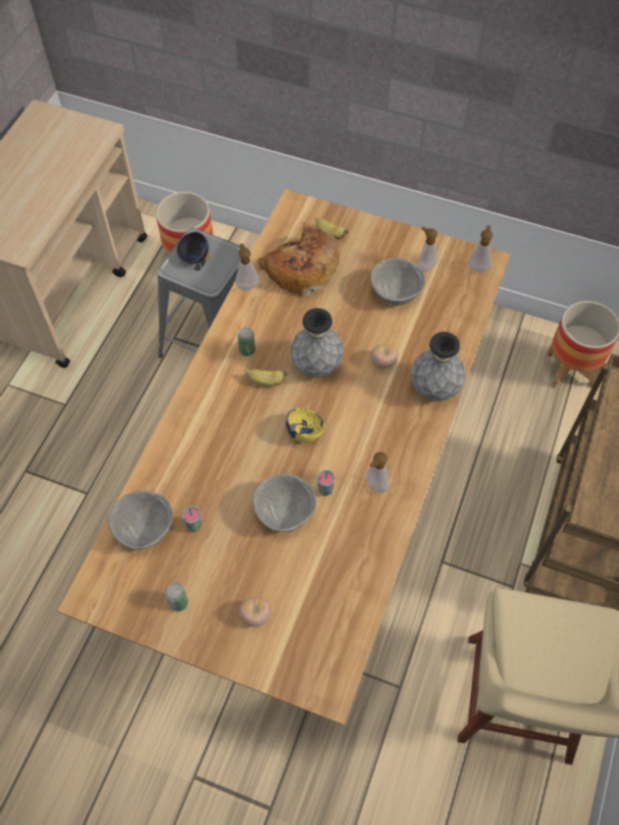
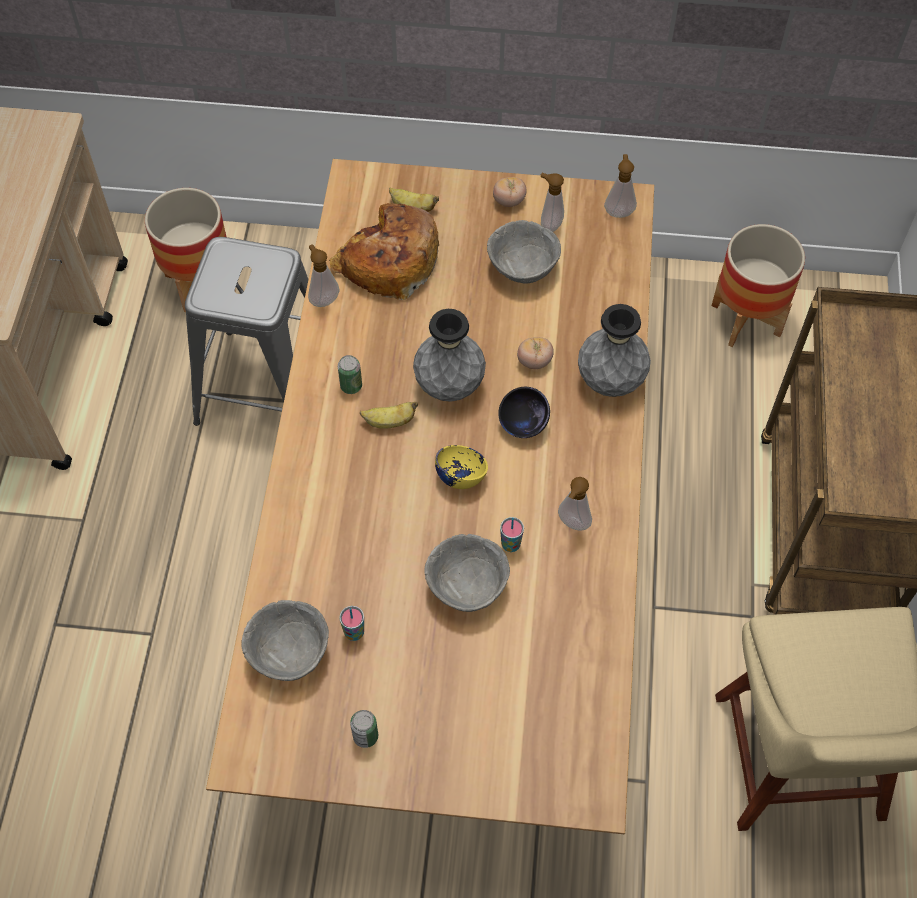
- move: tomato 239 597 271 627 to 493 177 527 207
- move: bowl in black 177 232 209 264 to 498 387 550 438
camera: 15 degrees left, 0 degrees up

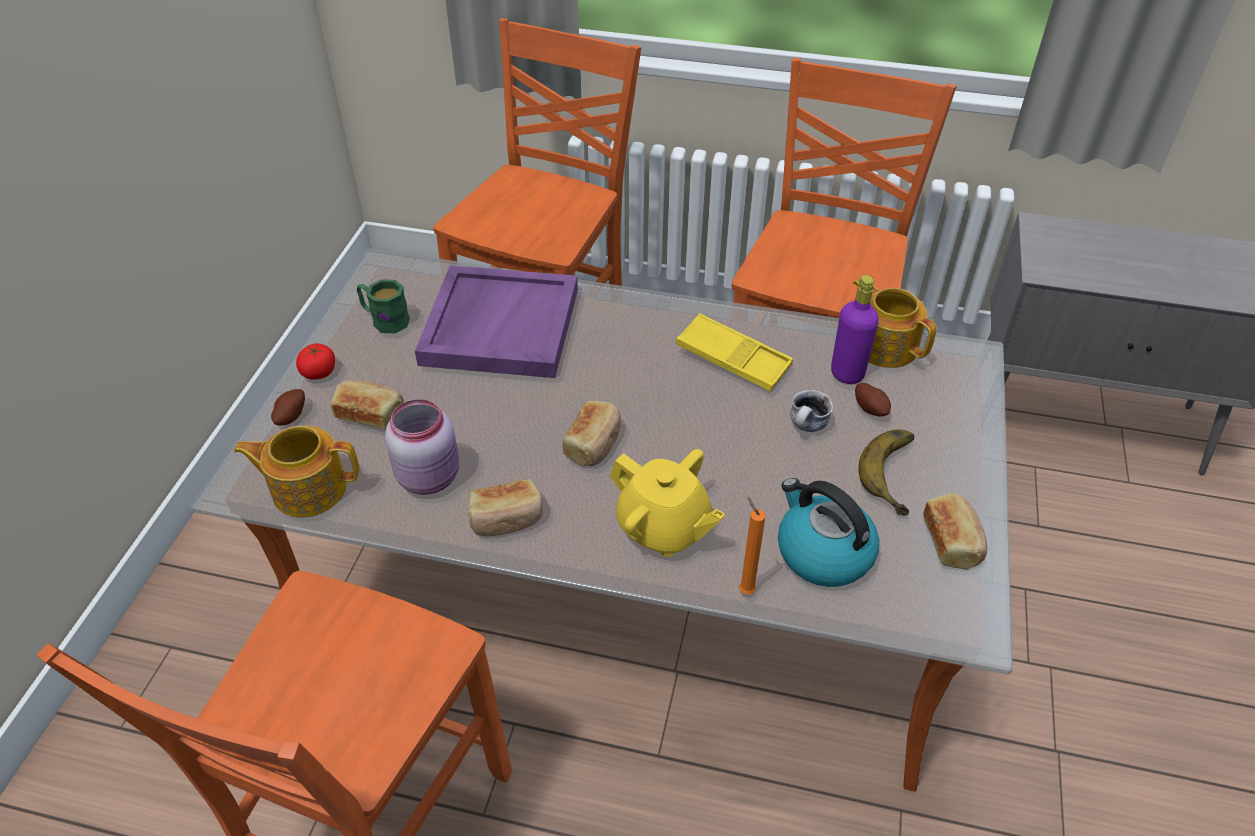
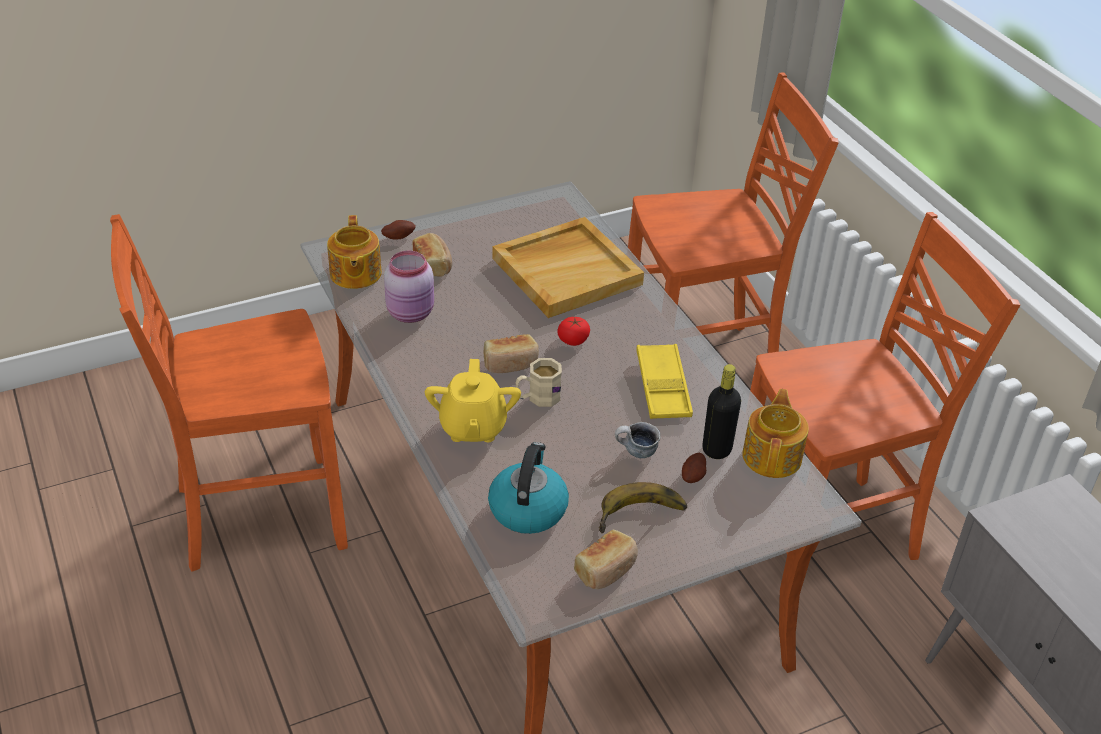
- rotate: teapot 234 426 359 517 = 327 215 382 289 150 degrees counterclockwise
- recolor: tray in purple 415 265 578 378 to tray in beige 493 217 644 318
- insert: mug in beige 516 358 562 407
- move: tomato 296 343 335 380 to 557 317 590 346
- recolor: bottle in purple 831 275 879 384 to bottle in black 702 364 741 459
- delete: mug in green 357 279 410 333
- delete: bread 468 479 543 536
- delete: candle in orange 739 497 765 595
camera: 50 degrees right, 5 degrees down

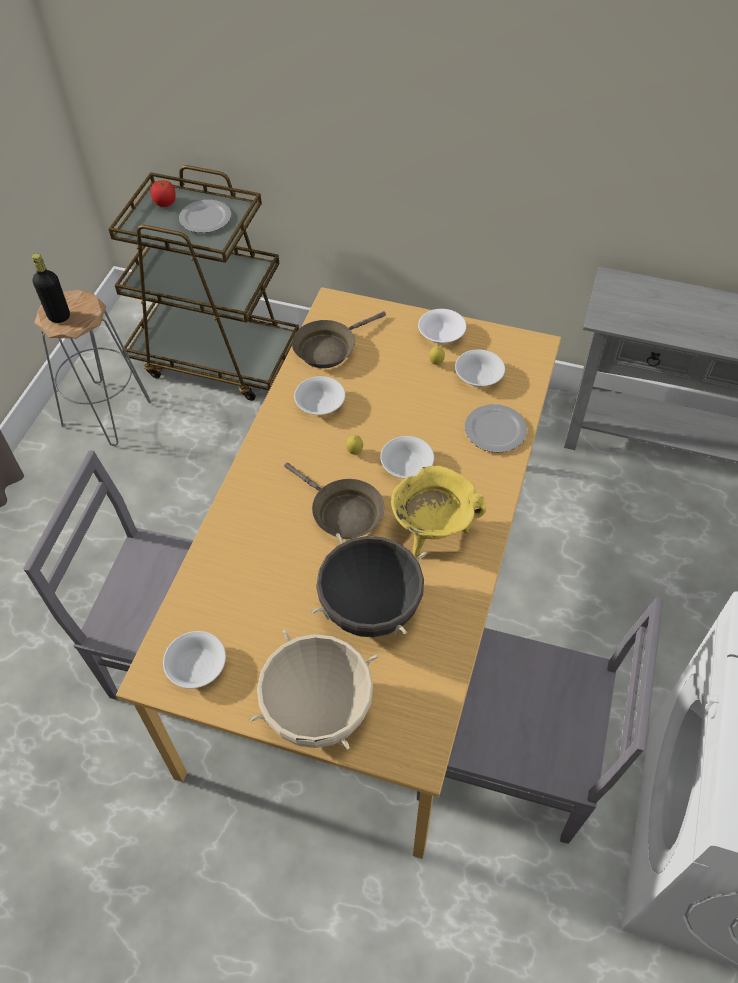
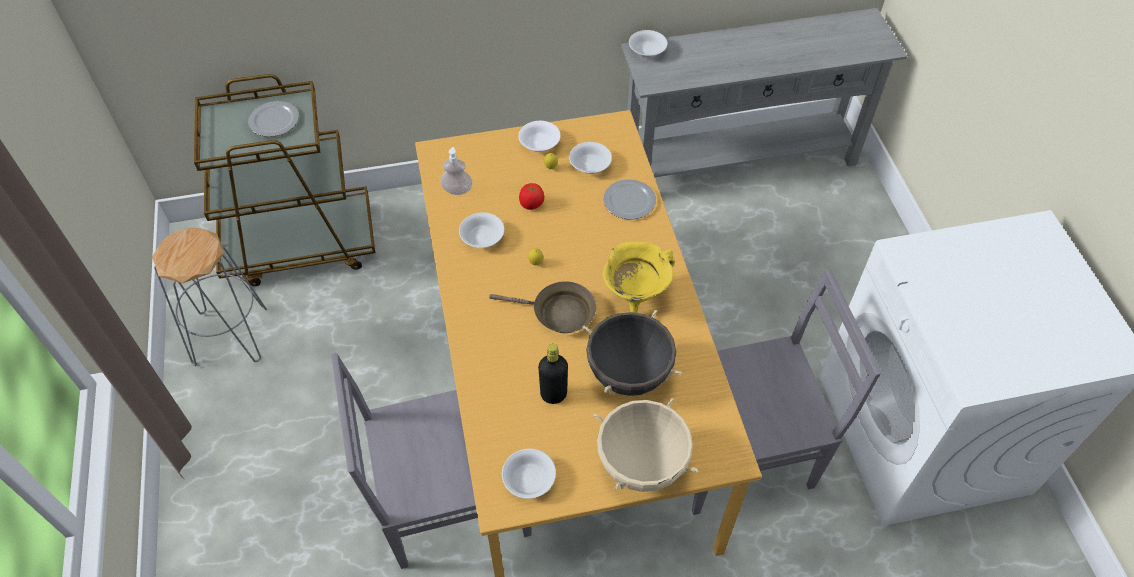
- replace: frying pan in brown 292 311 386 368 to soap dispenser 441 147 472 195
- move: tomato 151 180 176 207 to 519 183 544 210
- move: bottle in black 32 253 70 323 to 538 344 568 404
- move: bowl in white 380 436 434 479 to 629 30 667 58
camera: 30 degrees left, 0 degrees up

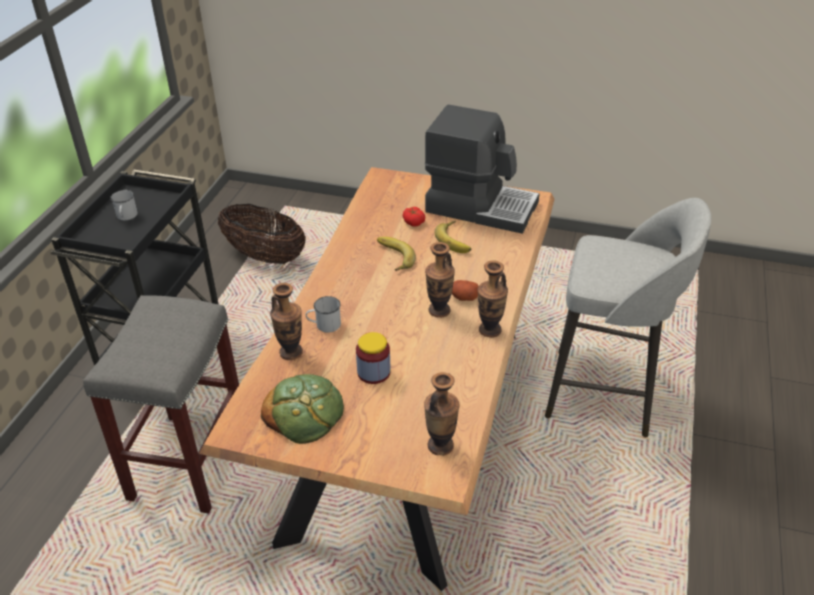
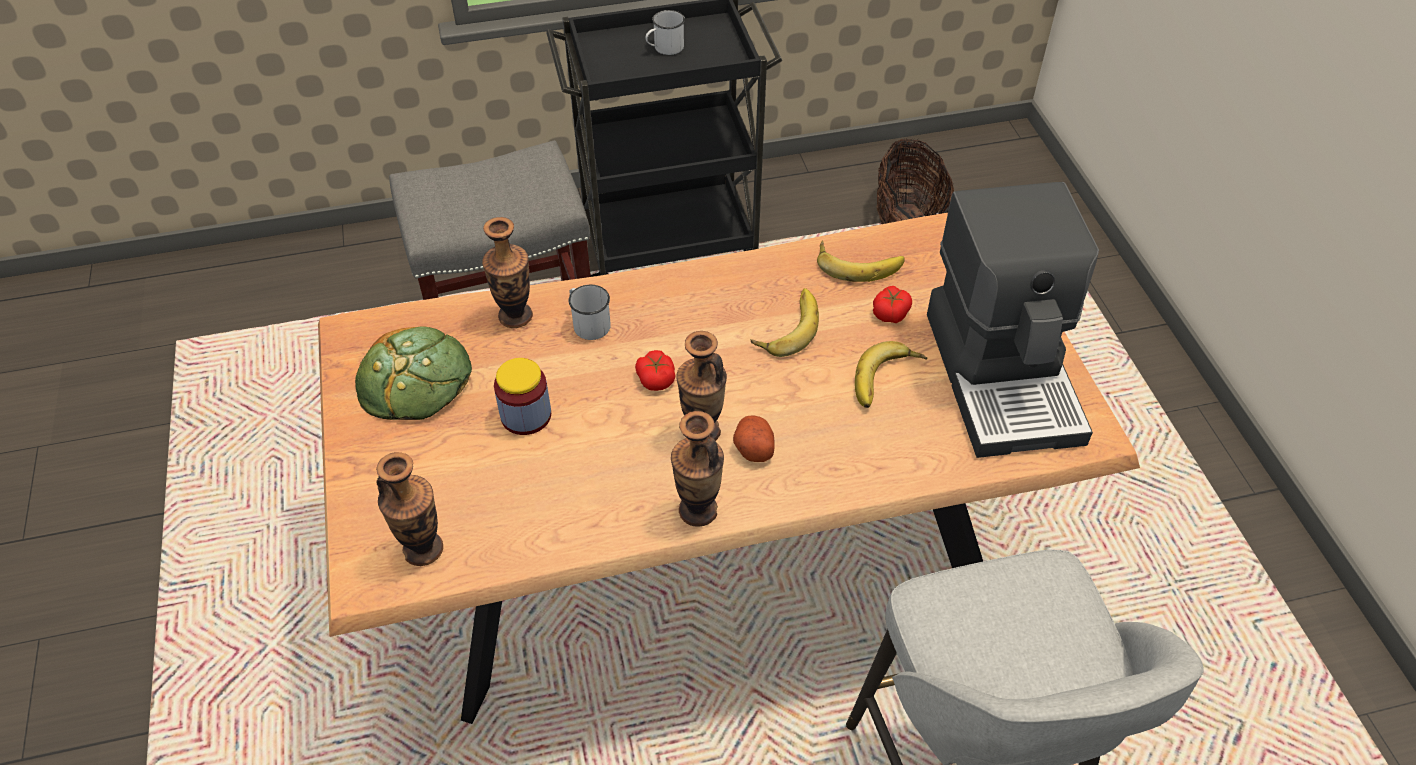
- insert: tomato 635 350 675 391
- insert: banana 817 240 905 282
camera: 60 degrees right, 10 degrees up

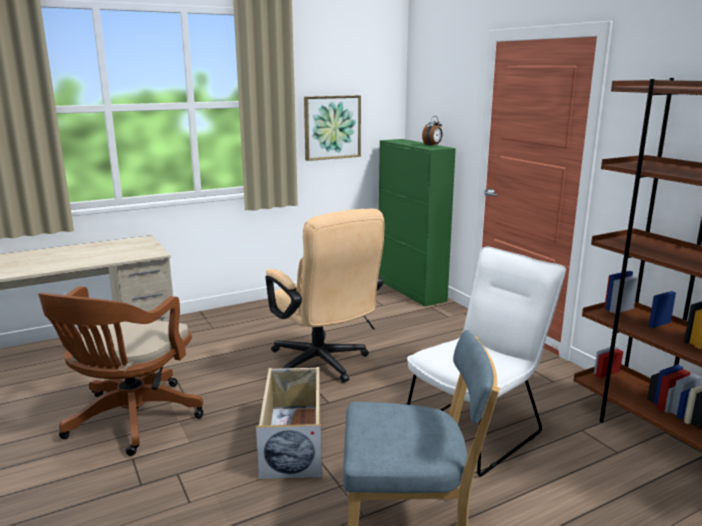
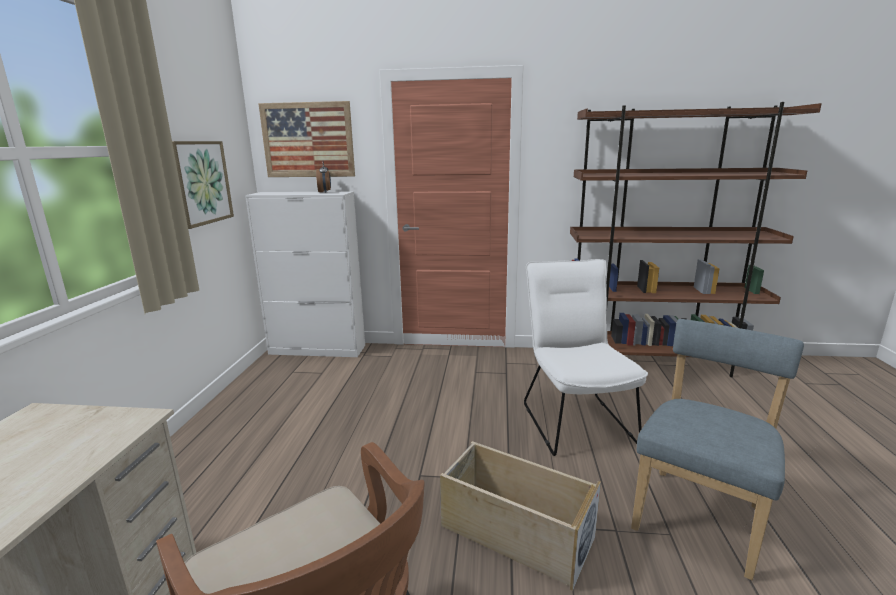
- recolor: cabinet in green 379 139 456 307 to cabinet in white 245 192 365 357
- insert: picture 258 101 355 177
- delete: office chair in beige 266 208 384 383
camera: 55 degrees left, 0 degrees up

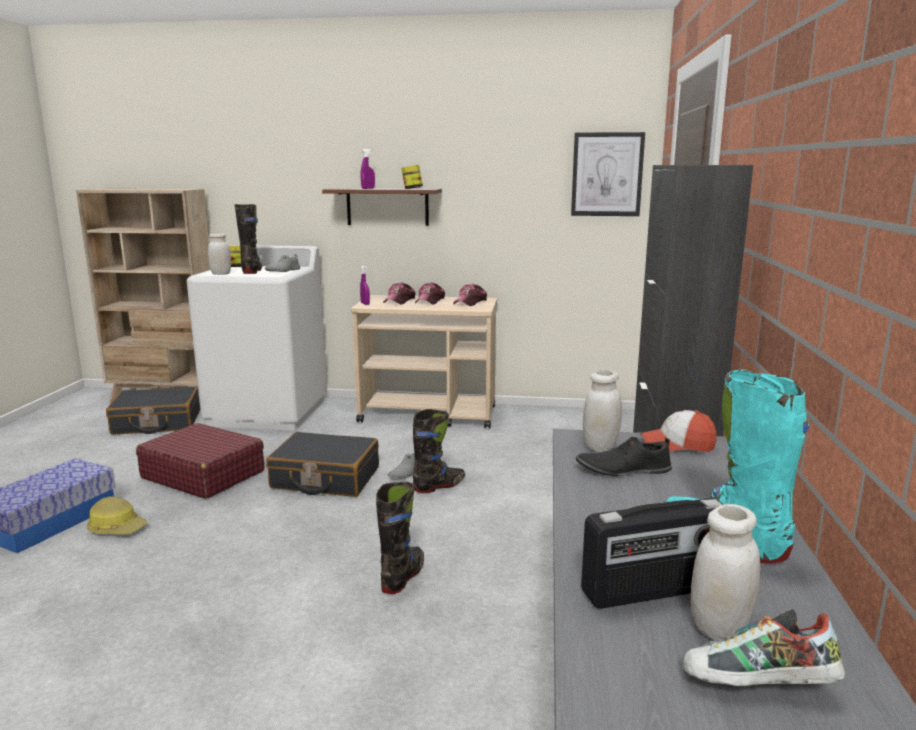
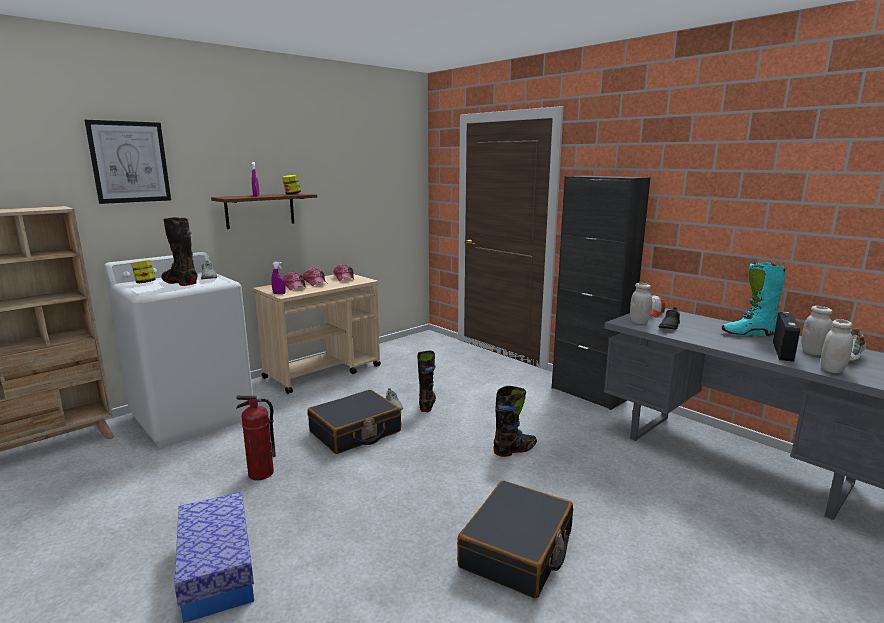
- move: picture 571 132 645 216 to 85 120 171 204
- replace: suitcase in red 136 423 264 499 to fire extinguisher 236 396 276 480
- move: suitcase in black 106 387 200 435 to 457 480 573 599
- rotate: boot in black 376 482 424 594 = 494 386 537 457 90 degrees clockwise
- move: jar in white 208 233 231 275 to 821 319 853 373
- delete: hard hat 87 497 147 535
camera: 50 degrees left, 0 degrees up

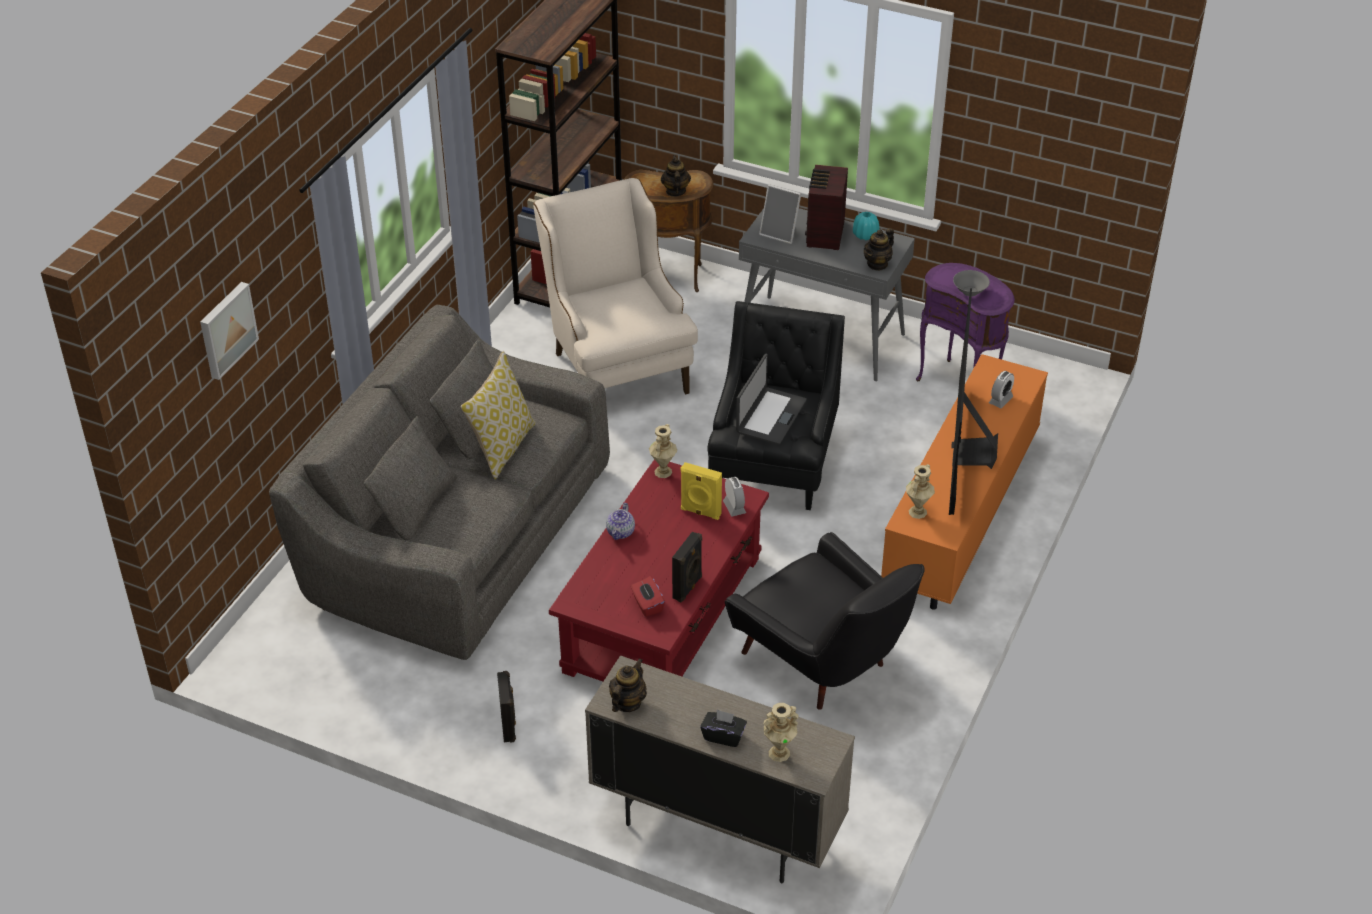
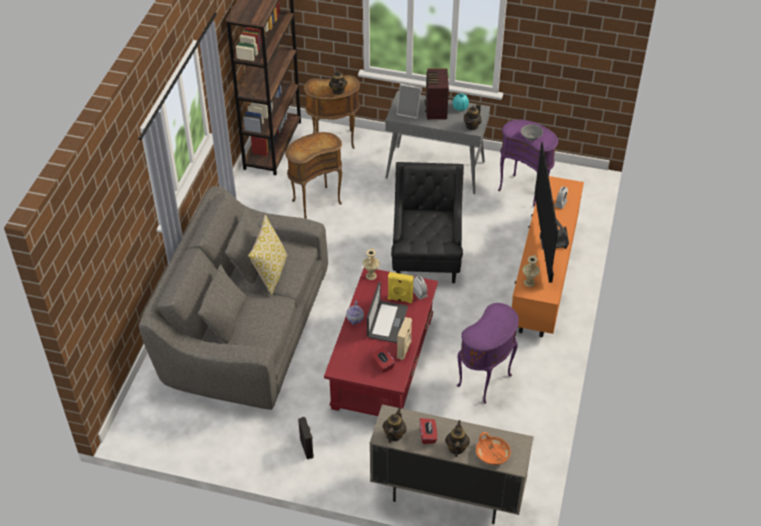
- replace: armchair in beige 533 178 698 394 to side table in brown 285 132 342 219
- move: laptop 736 354 807 445 to 367 282 408 343
- recolor: speaker in black 672 532 702 602 to speaker in beige 397 317 412 360
- insert: tissue box in red 420 418 437 444
- replace: tissue box in black 700 710 747 747 to teapot 445 420 470 457
- replace: armchair in black 725 532 925 710 to side table in purple 457 303 519 404
- replace: vase in beige 764 703 798 762 to bowl in orange 476 432 511 465
- delete: picture 200 282 259 380
camera: 10 degrees left, 5 degrees up

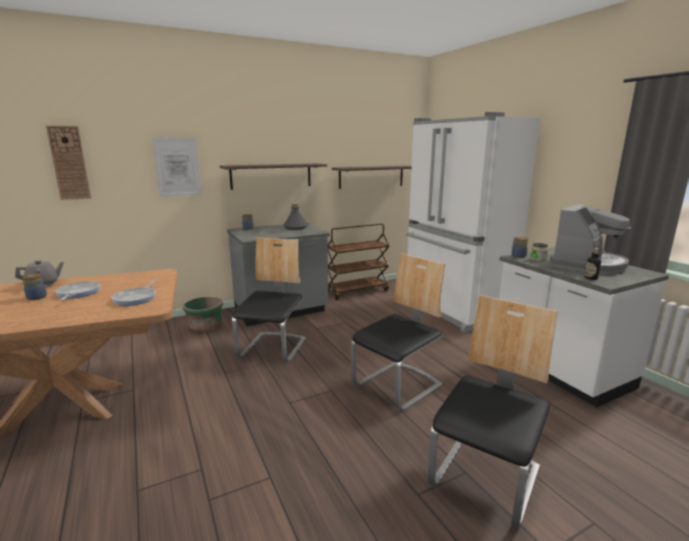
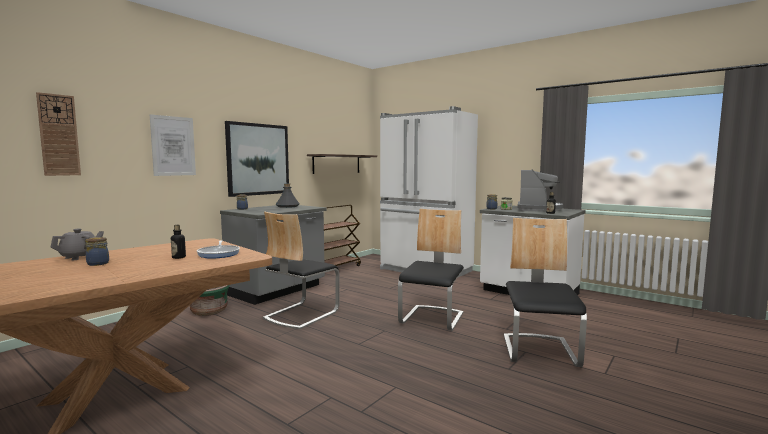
- insert: bottle 171 225 186 259
- replace: shelf 220 163 327 190 to picture 225 121 289 197
- rotate: chair 232 237 306 363 = 263 212 340 329 135 degrees counterclockwise
- delete: frying pan 55 281 100 301
camera: 25 degrees left, 10 degrees down

